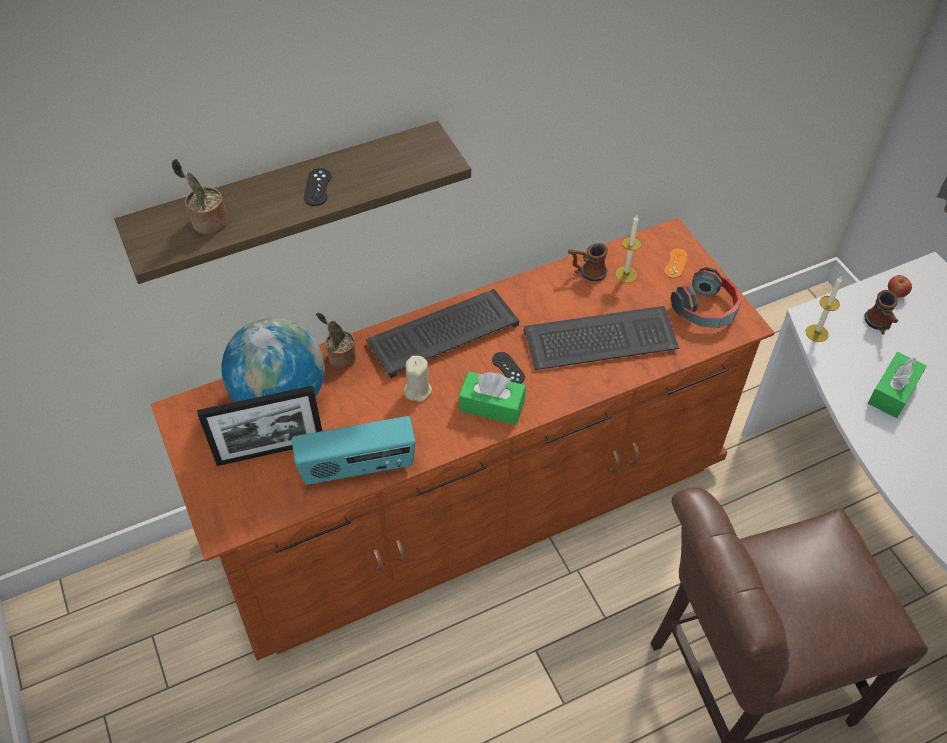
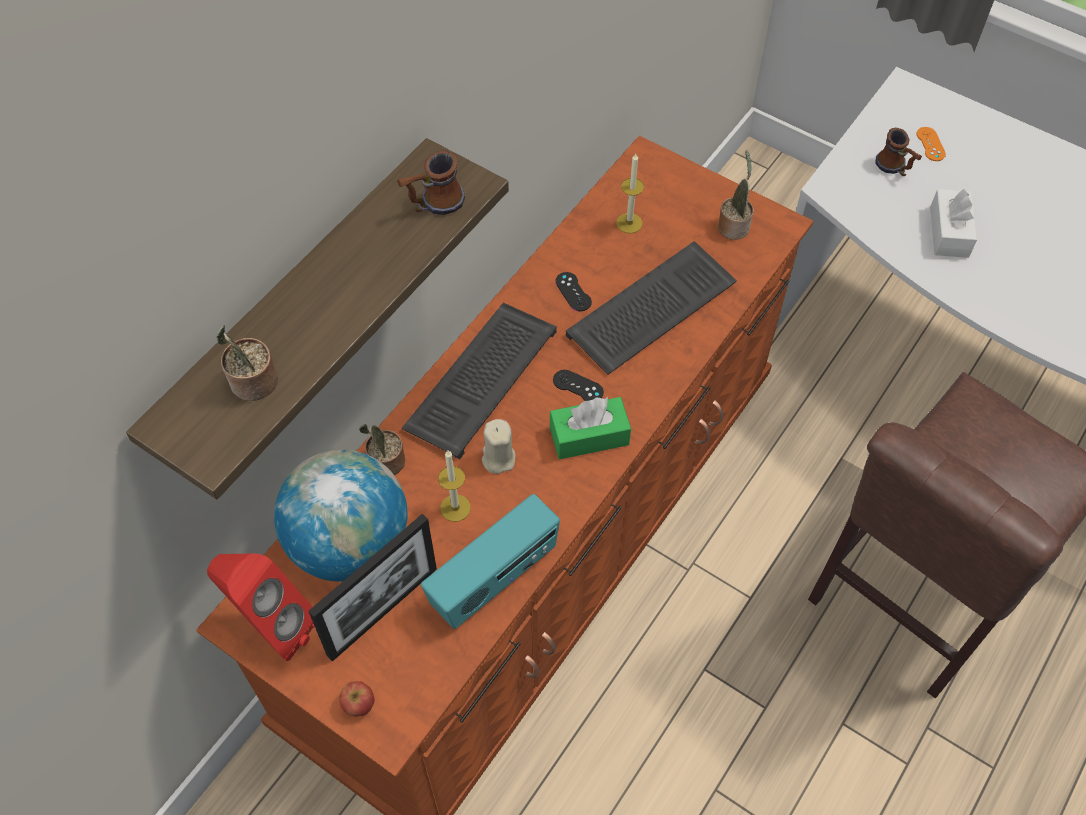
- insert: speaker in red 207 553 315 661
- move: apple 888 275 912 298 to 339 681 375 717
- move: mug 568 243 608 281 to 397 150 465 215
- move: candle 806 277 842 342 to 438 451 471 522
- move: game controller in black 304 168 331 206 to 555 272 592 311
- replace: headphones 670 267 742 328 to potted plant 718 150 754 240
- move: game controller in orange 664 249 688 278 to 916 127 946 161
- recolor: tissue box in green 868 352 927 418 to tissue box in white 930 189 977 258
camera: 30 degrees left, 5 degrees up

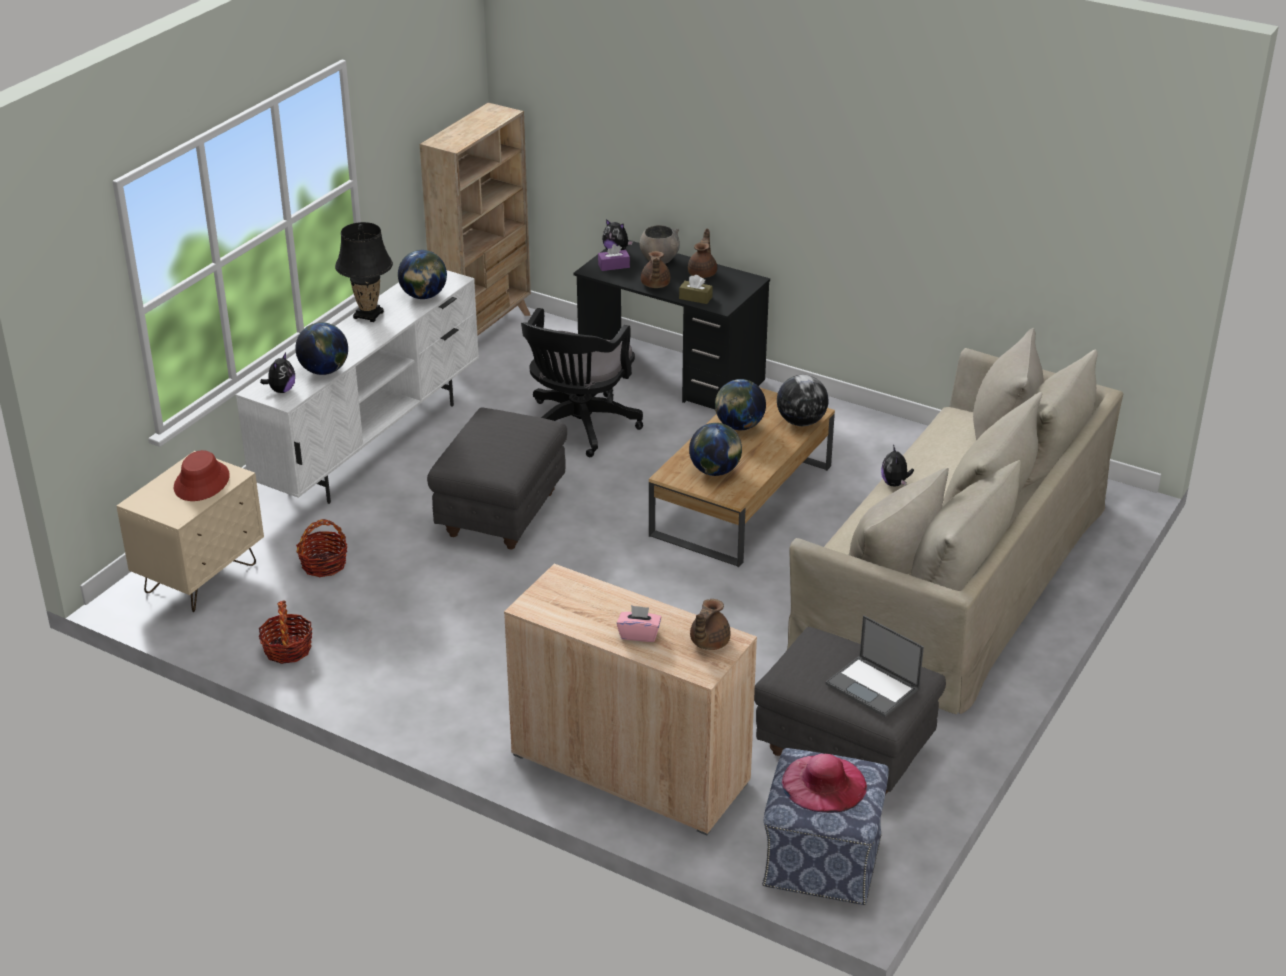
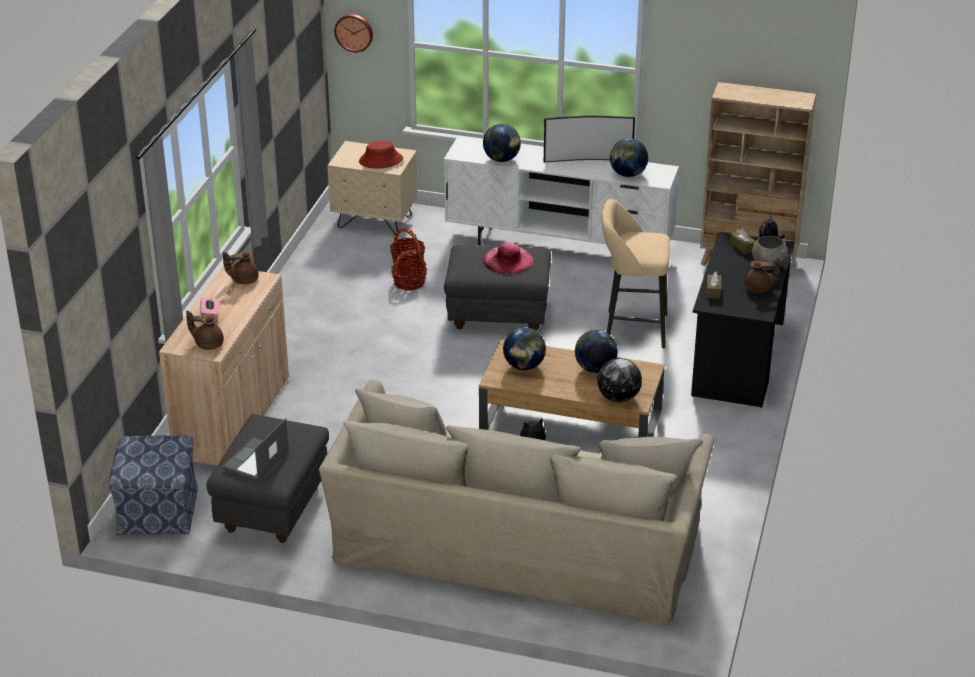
- move: teapot in brown 641 251 670 288 to 223 251 259 284
- insert: wall clock 334 14 373 52
- move: basket 259 600 313 664 to 391 250 427 291
- move: hat in pink 782 754 867 813 to 484 243 533 274
- replace: table lamp in black 335 222 393 322 to television 544 116 635 163
- replace: office chair in black 521 308 643 457 to stool in beige 602 199 670 348
- recolor: tissue box in purple 598 244 630 271 to tissue box in brown 730 228 755 254
- delete: plush toy 260 353 295 393
camera: 75 degrees right, 0 degrees up

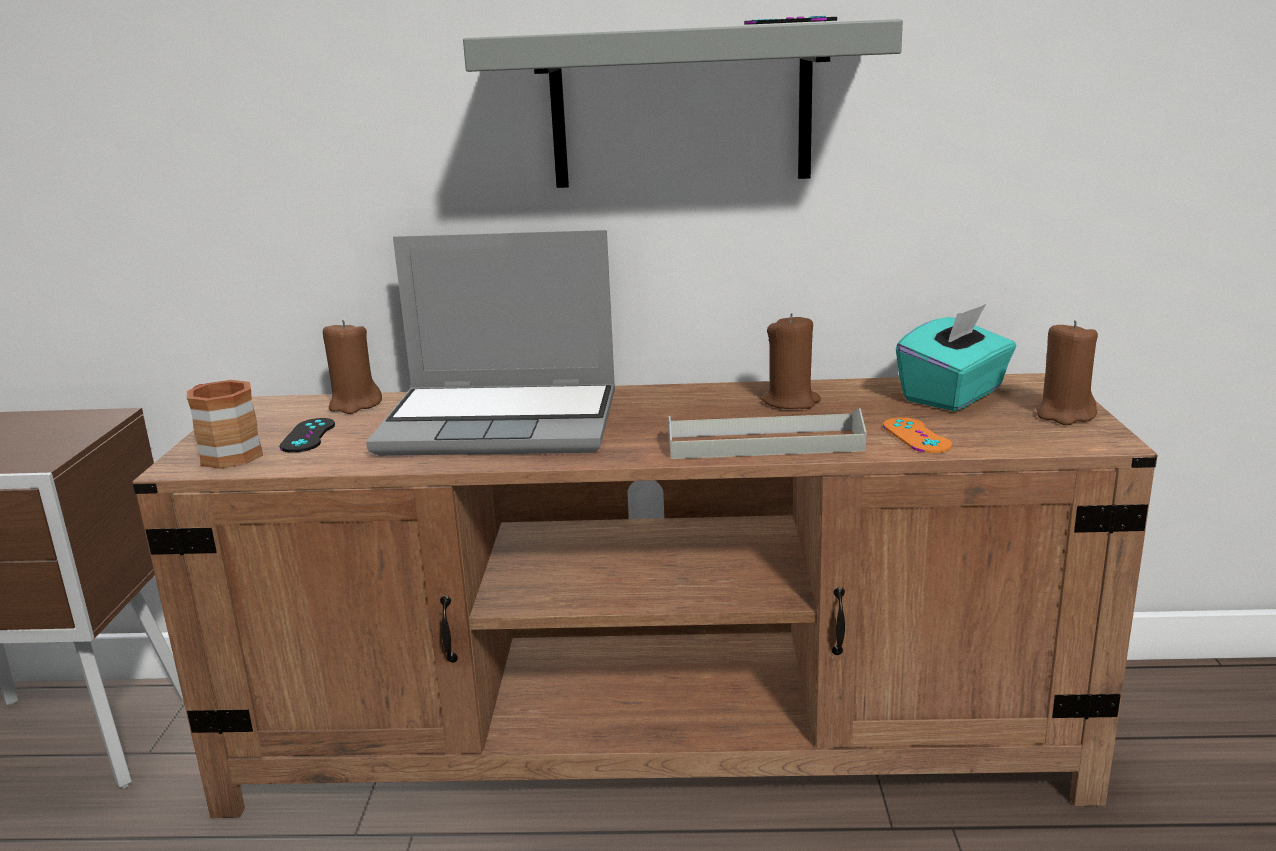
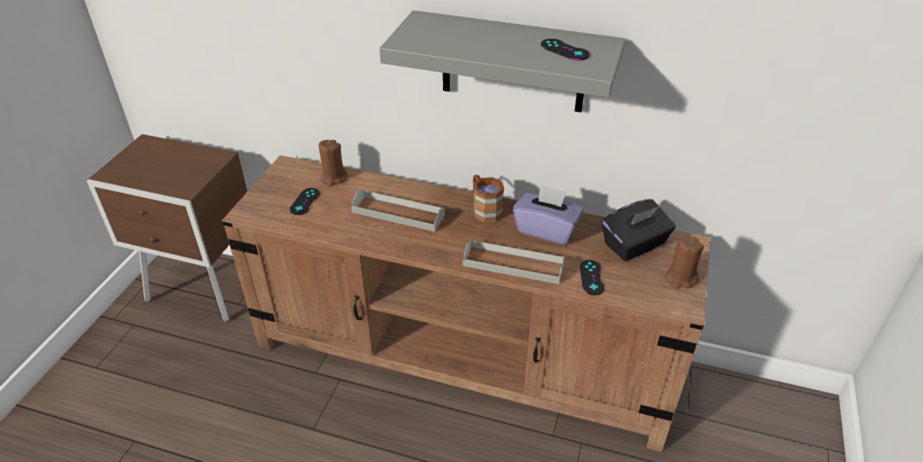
- replace: laptop 366 230 615 456 to tray in grey 351 189 445 232
- move: mug in brown 187 380 263 469 to 473 175 504 223
- replace: candle in brown 762 313 821 409 to tissue box in purple 513 184 584 245
- recolor: game controller in orange 883 417 952 453 to game controller in black 580 260 605 295
- recolor: tissue box in turquoise 896 304 1016 411 to tissue box in black 602 199 676 261
camera: 15 degrees right, 20 degrees up

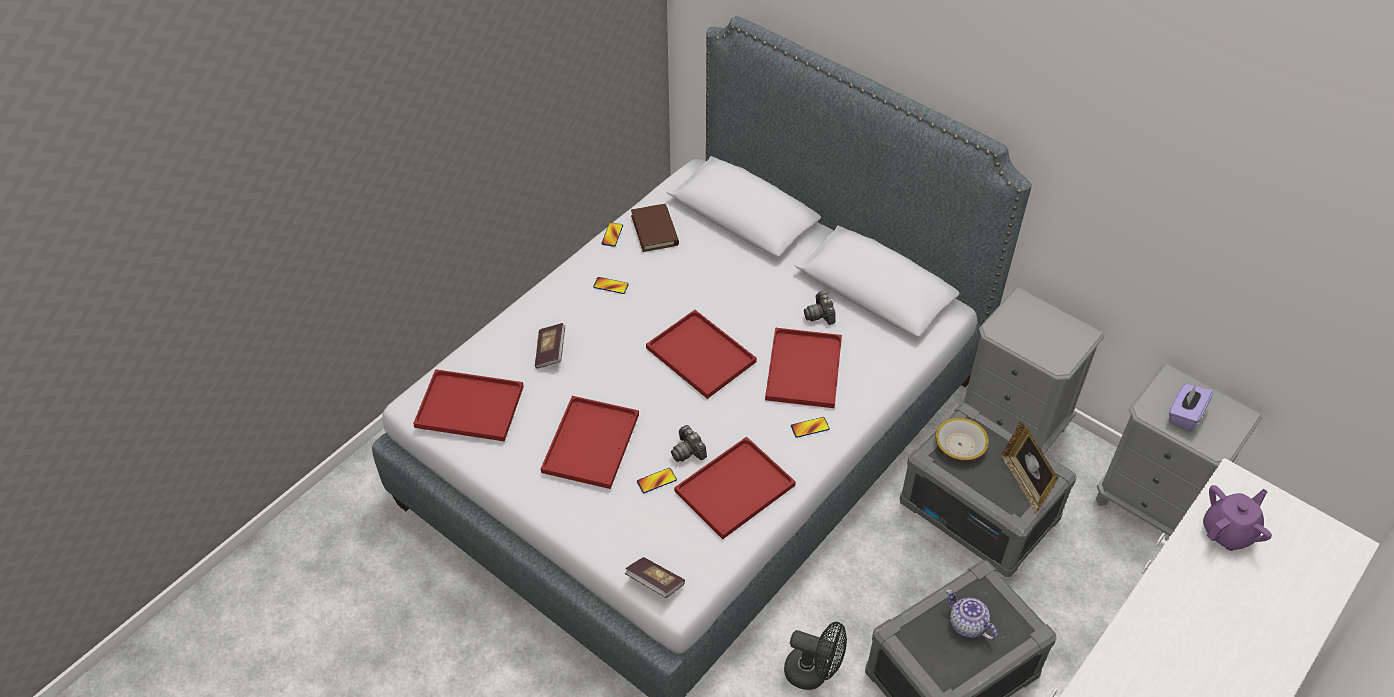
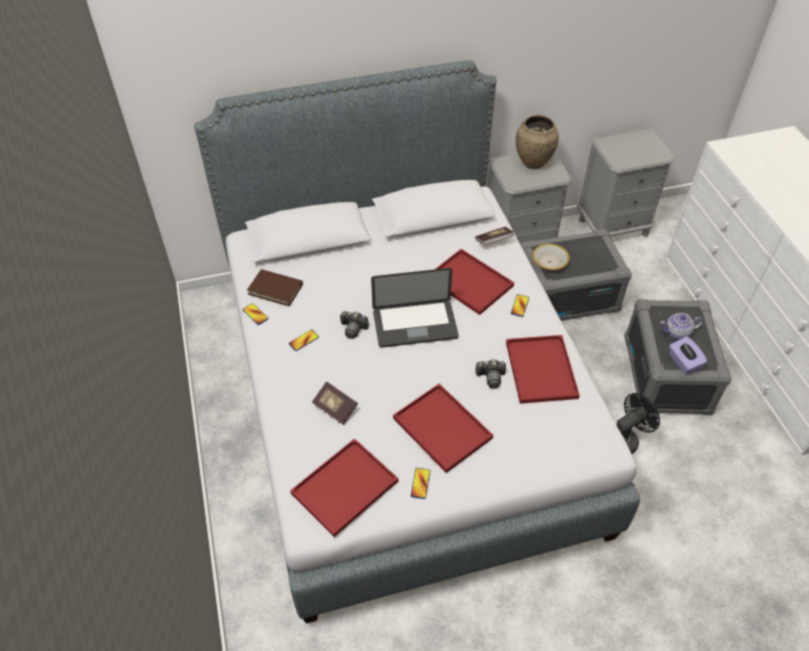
- move: photo camera 804 291 836 325 to 340 311 369 339
- replace: tray in red 646 310 757 399 to laptop 371 268 459 348
- move: phone 637 468 677 493 to 411 468 430 499
- move: book 625 557 685 598 to 475 227 514 245
- insert: vase in brown 516 115 559 169
- move: tissue box in purple 1169 383 1213 432 to 669 336 708 374
- delete: picture frame 1001 422 1058 514
- delete: teapot in purple 1203 485 1272 551
camera: 55 degrees left, 0 degrees up

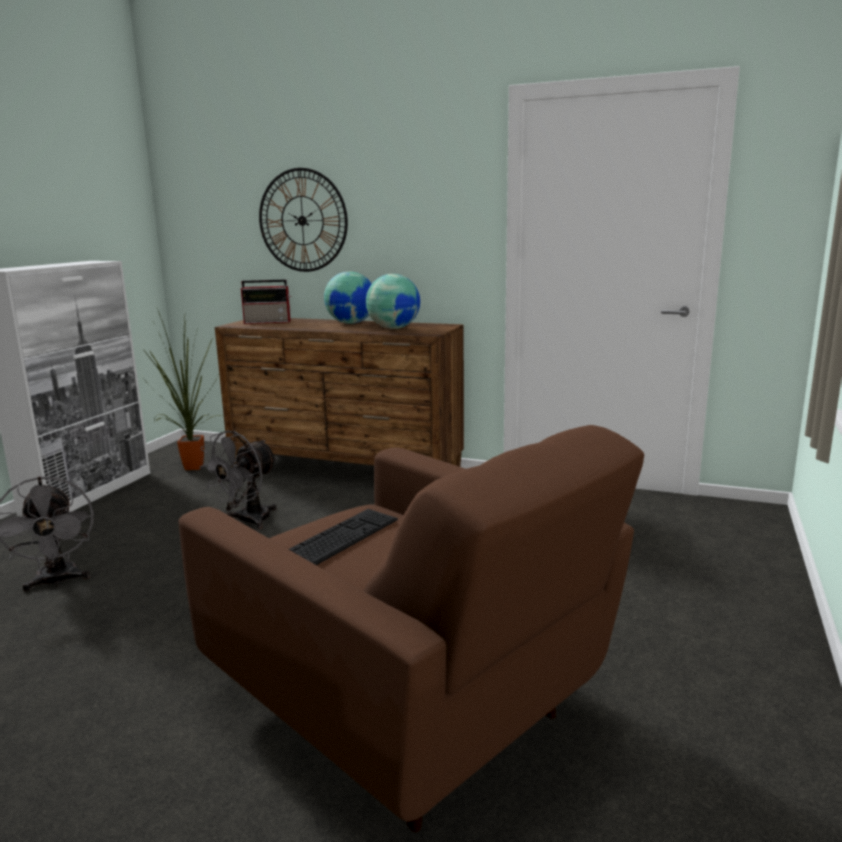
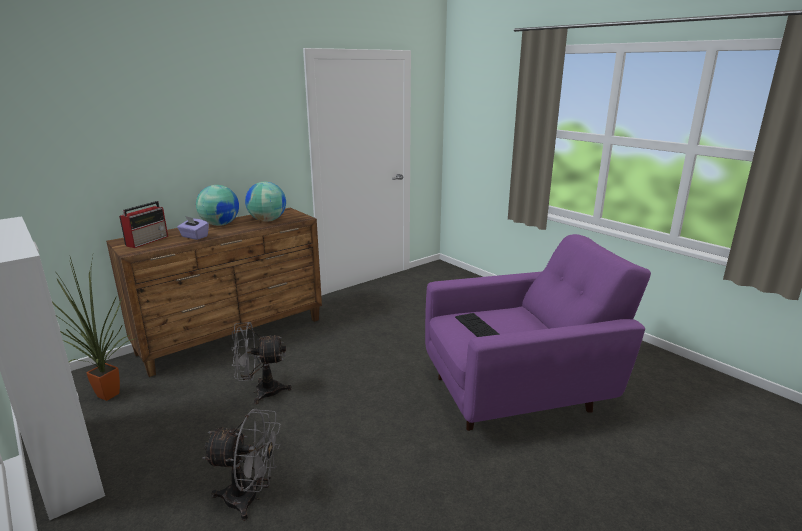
- insert: tissue box in purple 177 216 209 240
- rotate: fan in grey 200 431 277 529 = 231 322 292 404 105 degrees clockwise
- recolor: armchair in brown 178 425 644 832 to armchair in purple 425 234 651 431
- delete: wall clock 259 168 348 272
camera: 60 degrees left, 5 degrees up

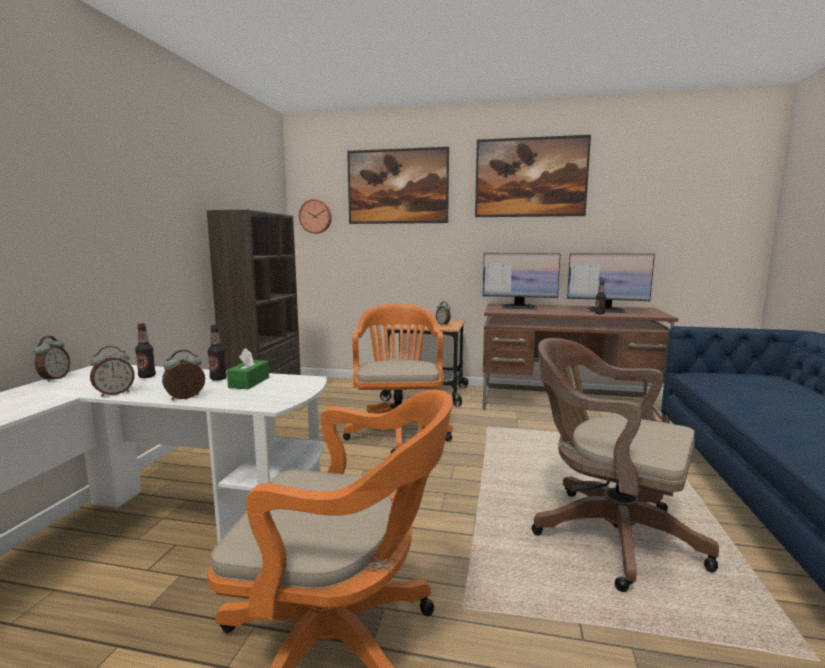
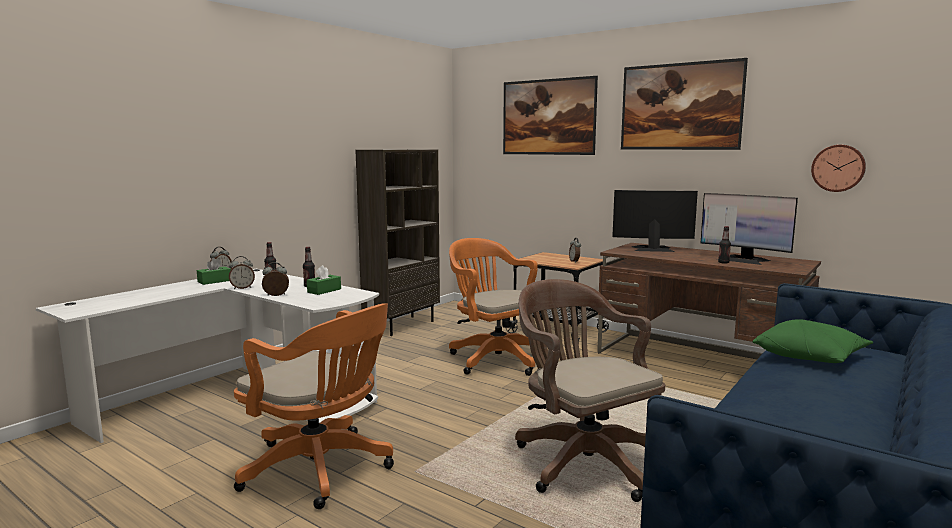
- insert: tissue box in green 197 258 231 285
- rotate: office chair in orange 343 304 453 453 = 449 238 538 376 60 degrees counterclockwise
- rotate: monitor 483 253 560 310 = 612 190 698 252 150 degrees clockwise
- insert: pillow in green 753 319 873 363
- move: wall clock 299 199 332 234 to 811 145 866 192
camera: 25 degrees right, 0 degrees up

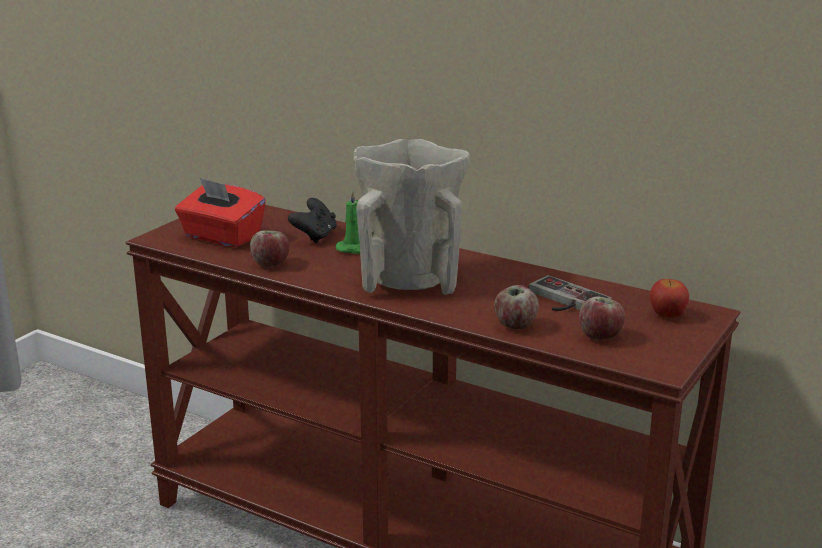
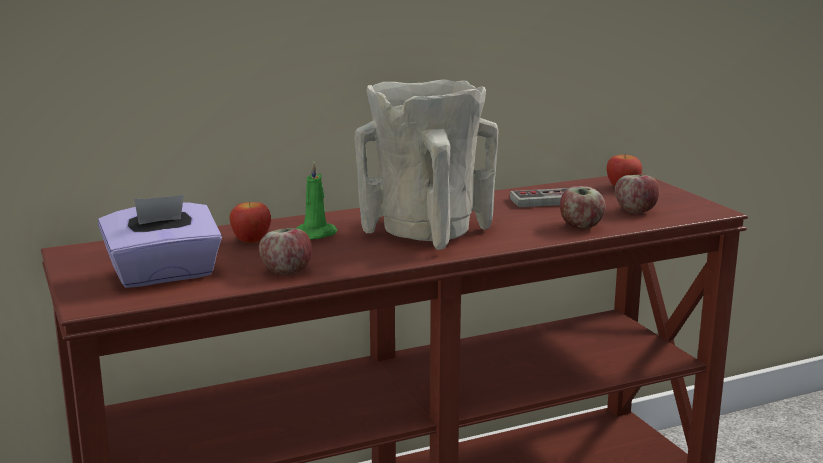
- recolor: tissue box in red 175 178 266 248 to tissue box in purple 98 194 222 288
- replace: game controller in black 288 198 337 243 to apple 229 202 271 243
camera: 55 degrees left, 5 degrees down

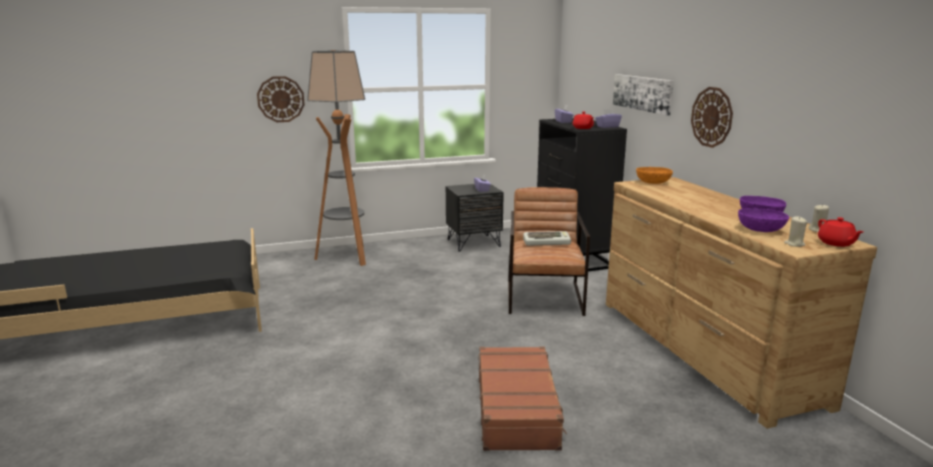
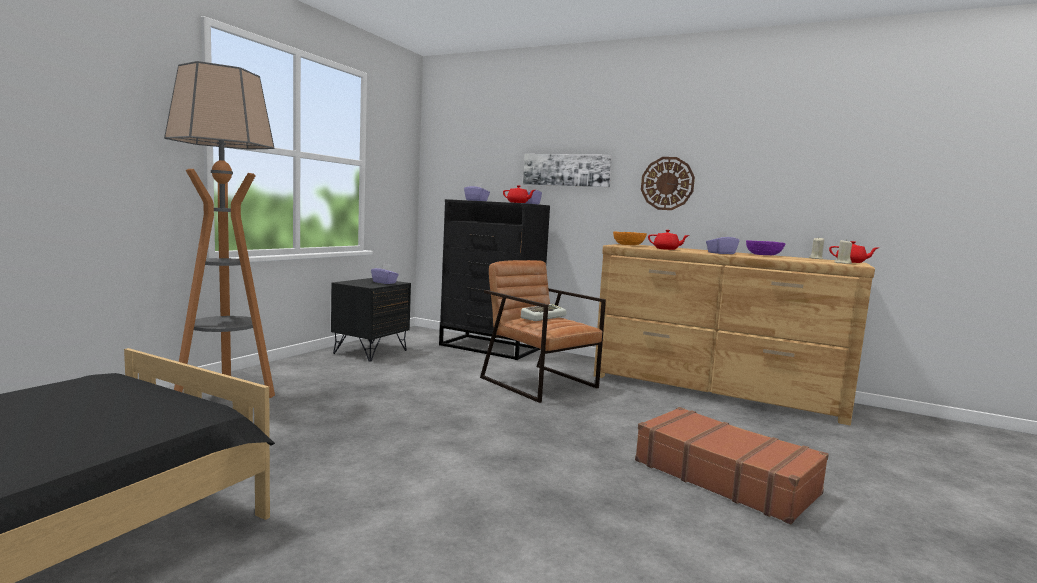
- insert: teapot in red 648 230 690 250
- insert: tissue box in purple 706 231 739 254
- delete: wall clock 257 76 305 122
- delete: bowl in purple 738 208 789 232
camera: 45 degrees left, 10 degrees down

